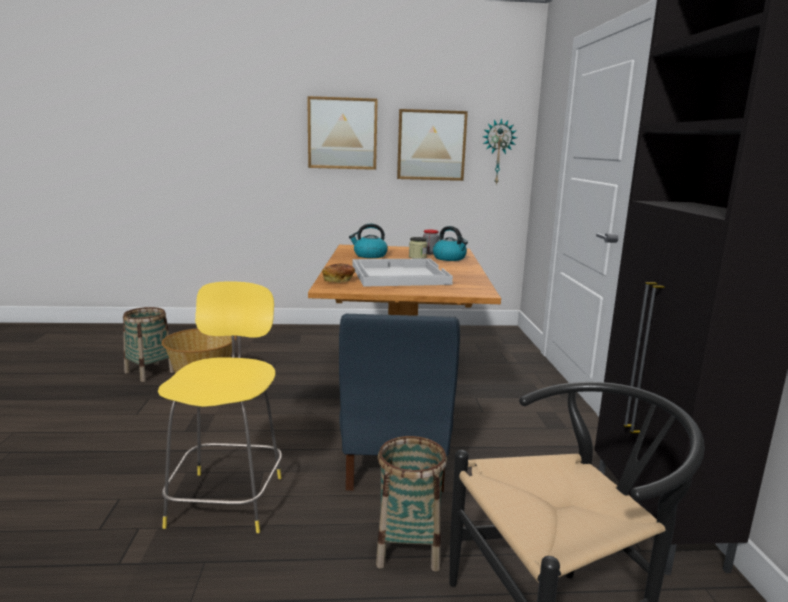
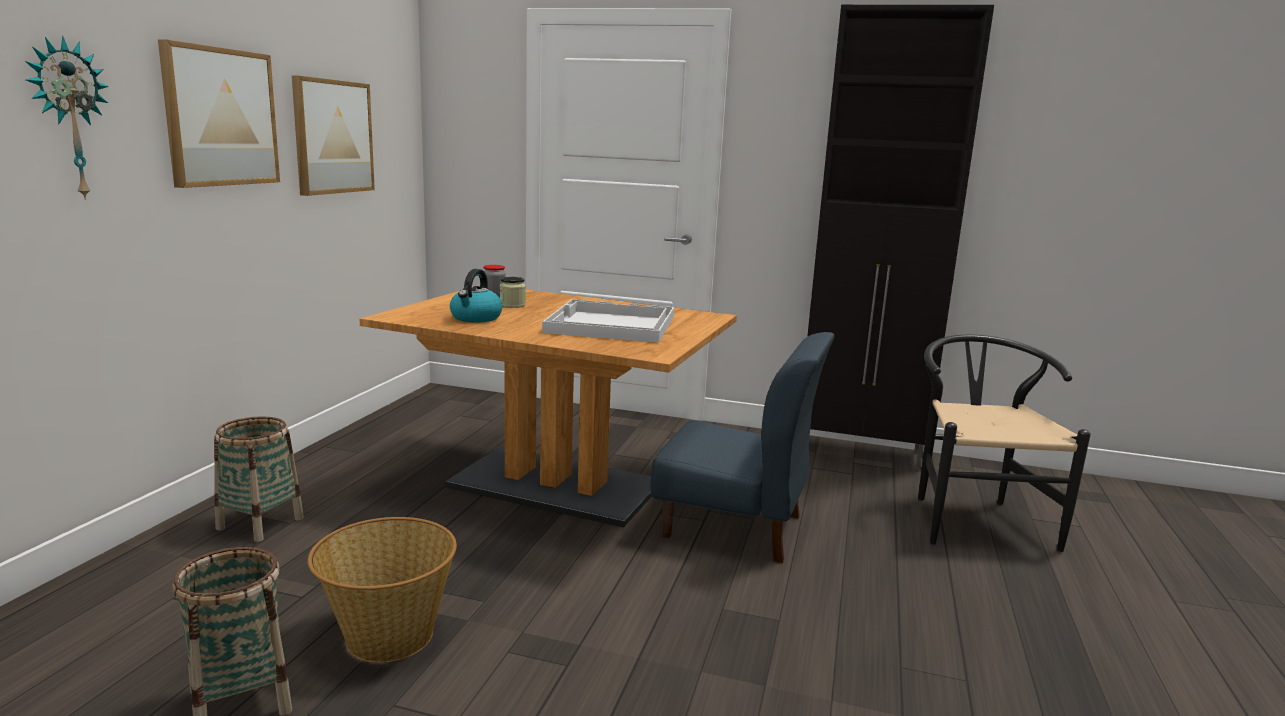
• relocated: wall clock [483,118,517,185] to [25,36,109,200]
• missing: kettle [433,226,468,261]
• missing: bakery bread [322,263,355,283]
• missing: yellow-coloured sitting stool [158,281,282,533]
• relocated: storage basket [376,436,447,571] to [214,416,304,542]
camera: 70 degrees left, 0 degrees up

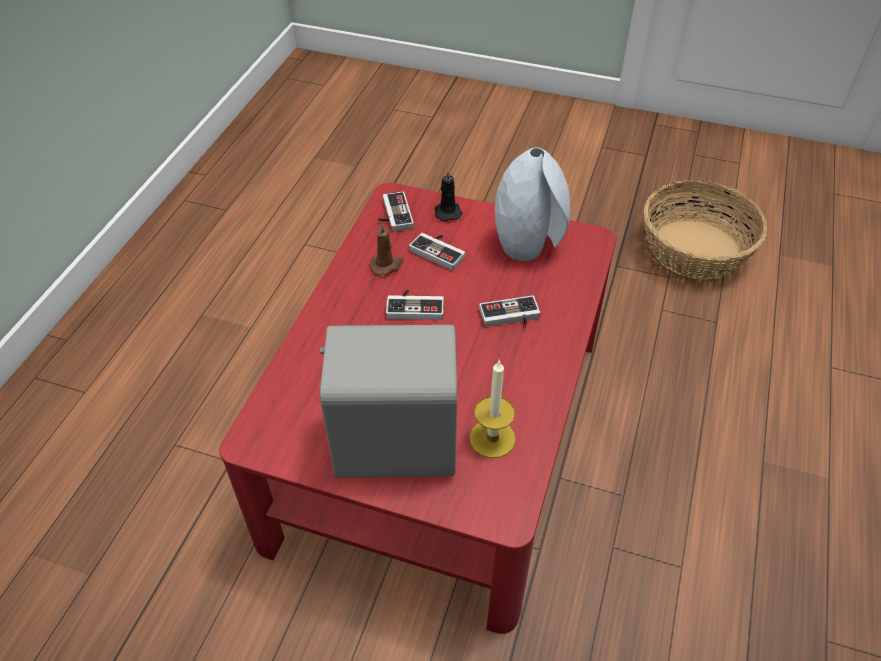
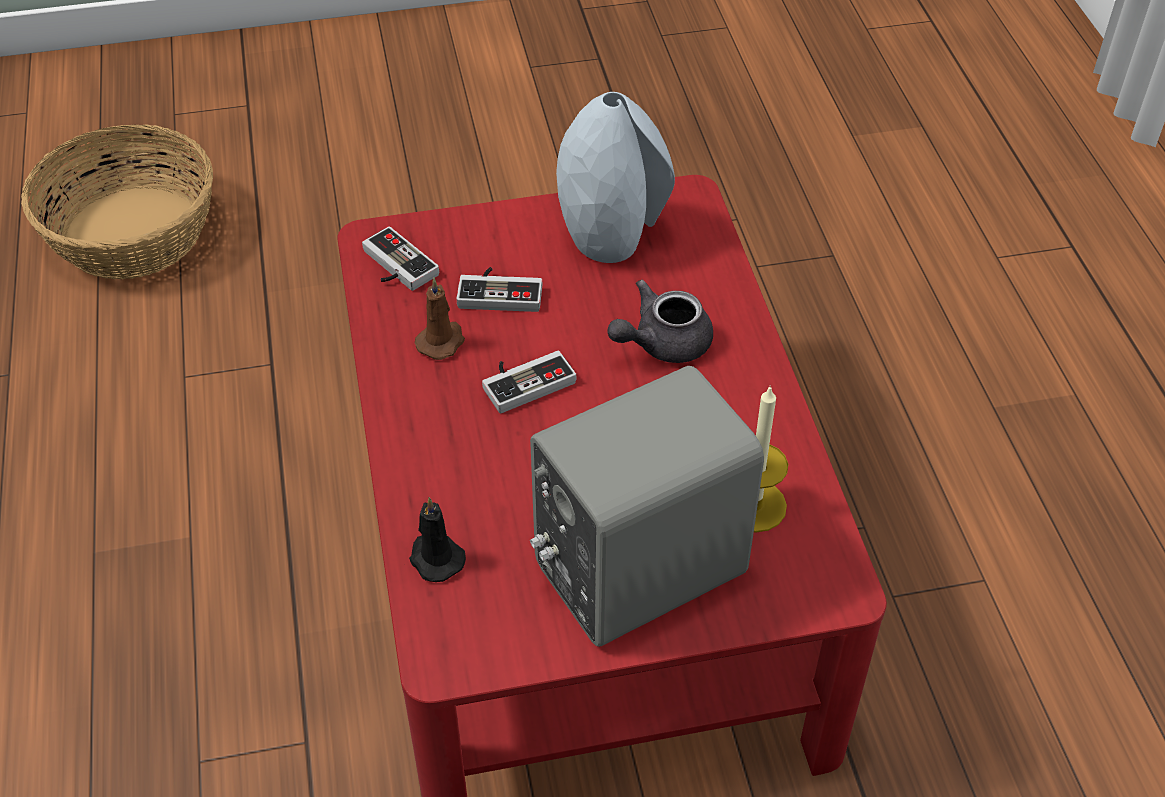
• relocated: black candle [435,169,462,221] to [409,497,466,582]
• relocated: storage basket [644,180,767,280] to [21,124,213,279]
• exchanged: joypad [479,295,540,328] to greyish tea pot [607,280,713,363]
camera: 30 degrees left, 0 degrees up

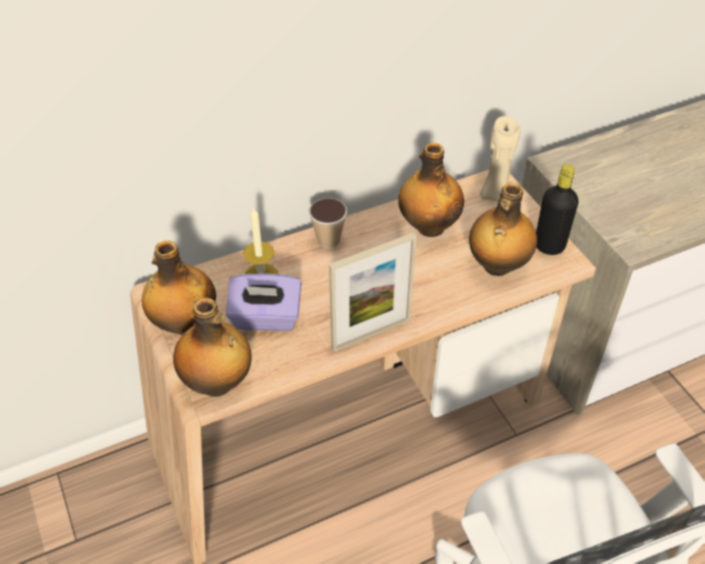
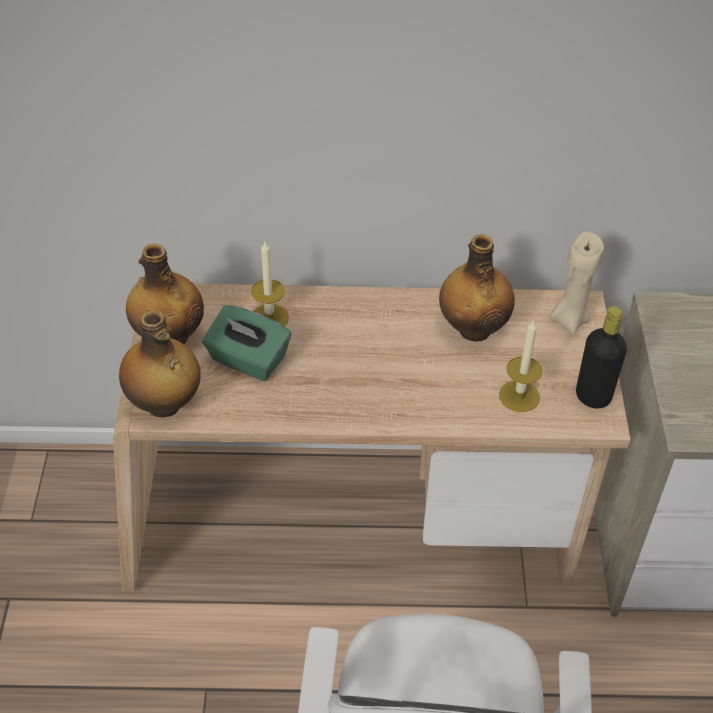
• exchanged: beverage bottle [469,183,537,276] to candle [499,319,542,412]
• missing: cup [309,198,347,248]
• missing: standing frame [329,232,417,352]
• colour: purple-coloured box of tissues [226,273,302,331] to green box of tissues [202,305,291,381]
camera: 25 degrees right, 0 degrees up

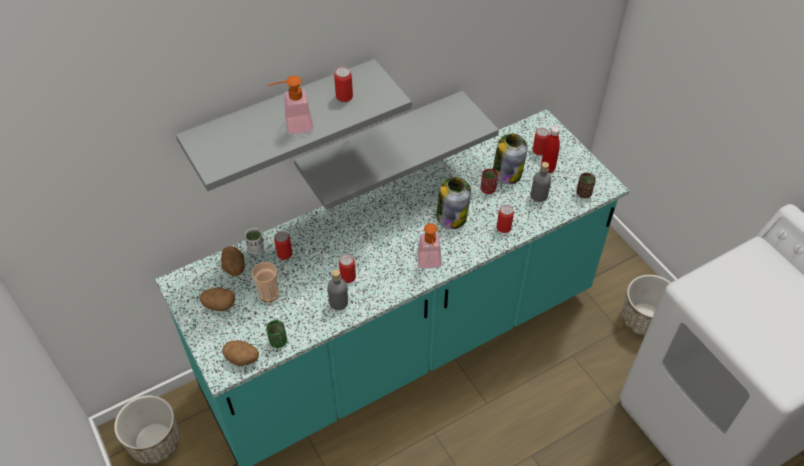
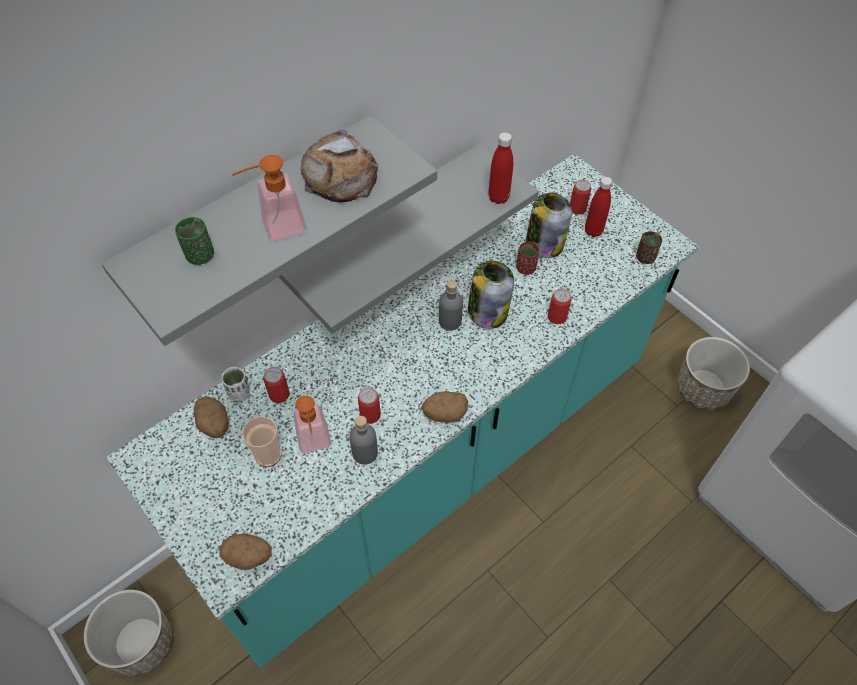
• exchanged: can [334,67,353,102] to bakery bread [301,130,378,203]
• relocated: greyish beverage bottle [531,162,551,202] to [439,280,463,331]
• relocated: liquid soap bottle [417,223,442,269] to [294,396,331,453]
• relocated: potato [200,287,235,311] to [421,391,468,422]
• relocated: green cup [266,320,287,348] to [175,217,214,265]
• appeared: red-coloured beverage bottle [488,132,513,204]
camera: 10 degrees left, 5 degrees up

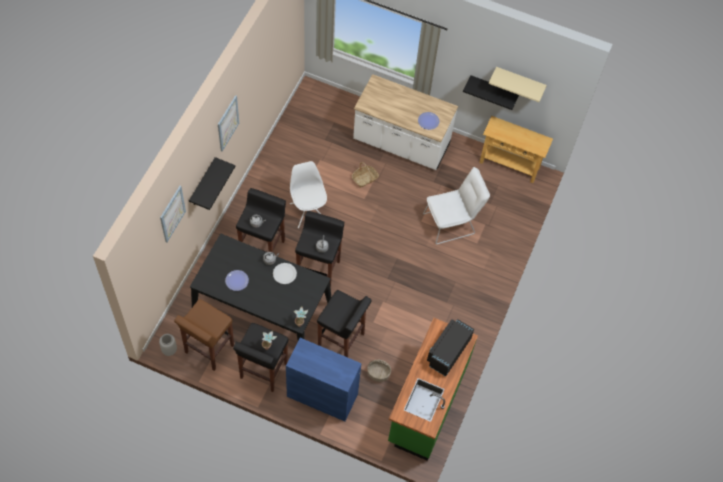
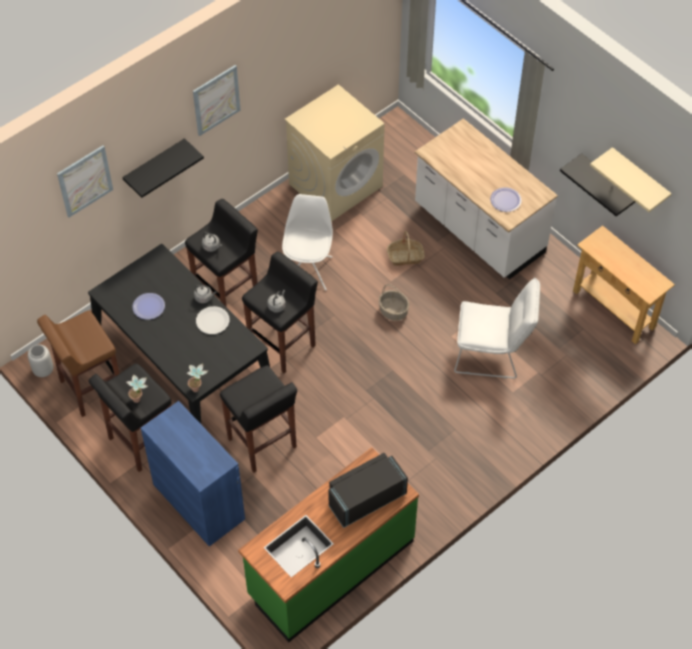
• relocated: storage basket [367,360,391,382] to [379,284,409,321]
• appeared: beige laundry appliance [285,84,385,222]
camera: 30 degrees right, 5 degrees down

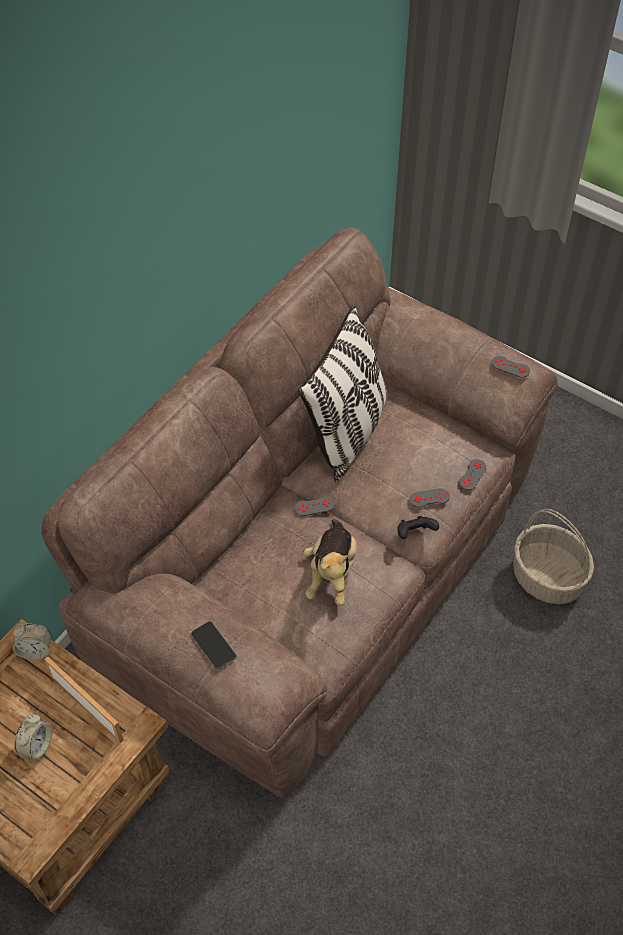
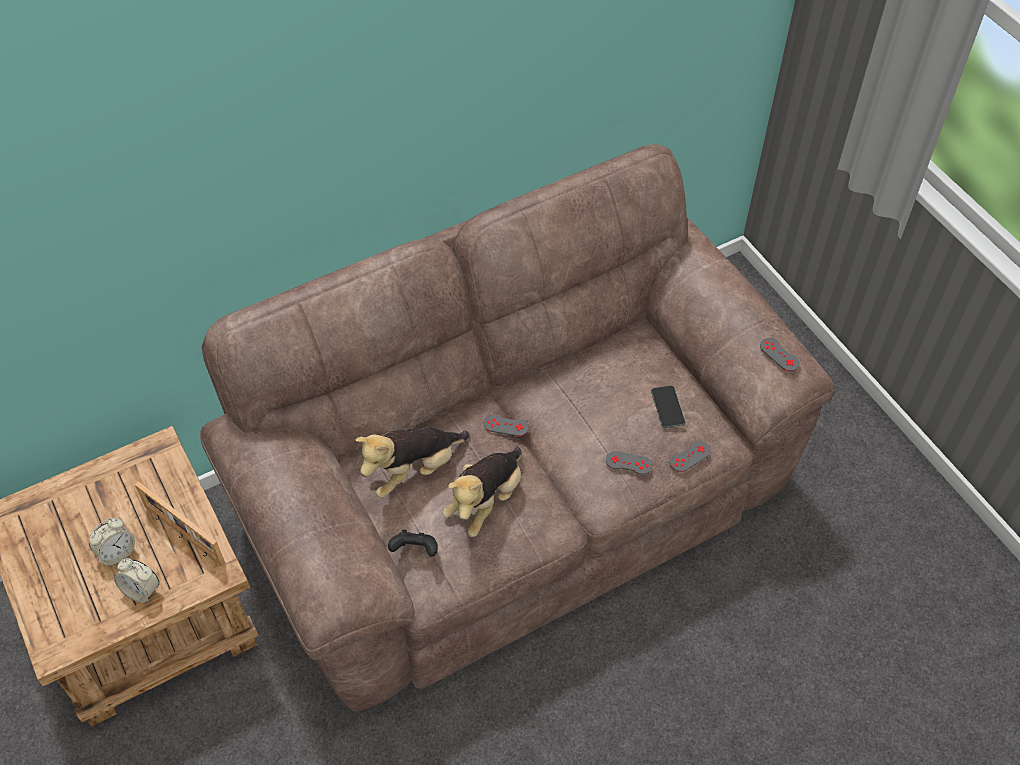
• missing: pillow [298,305,388,483]
• missing: storage basket [513,509,594,604]
• relocated: black joypad [398,516,439,539] to [388,530,438,557]
• relocated: telephone [191,621,237,669] to [651,386,685,428]
• relocated: bedside clock [12,623,51,660] to [114,558,160,603]
• spun: standing frame [44,656,123,743] = [135,482,225,566] 150 degrees clockwise
• appeared: plush toy [356,427,470,498]
camera: 25 degrees right, 0 degrees up

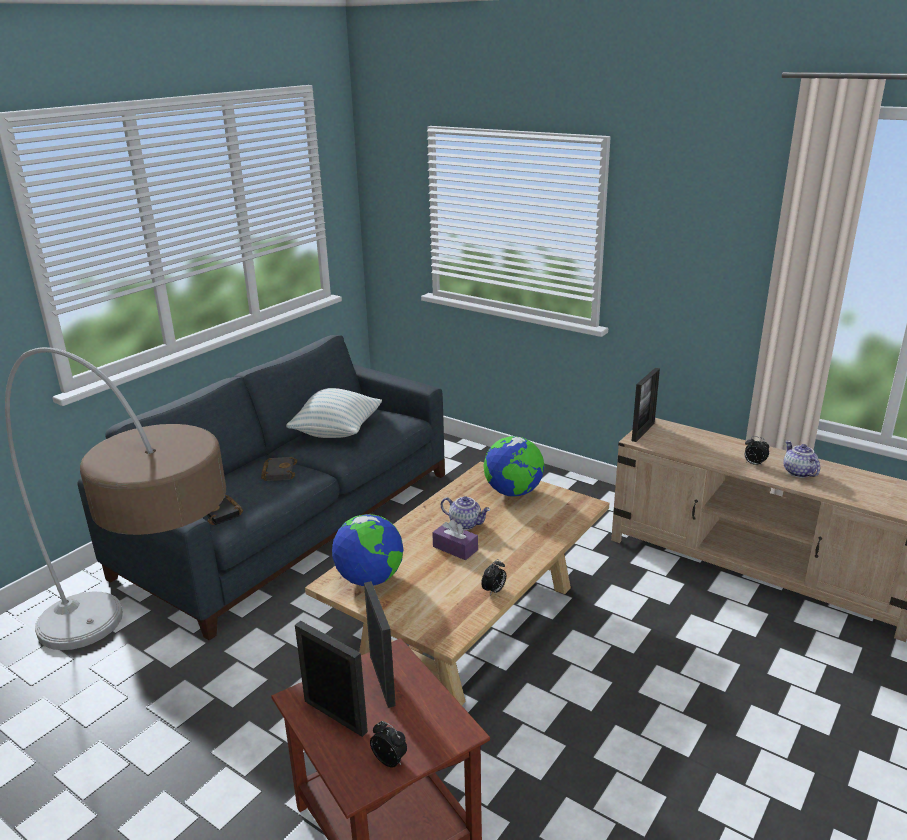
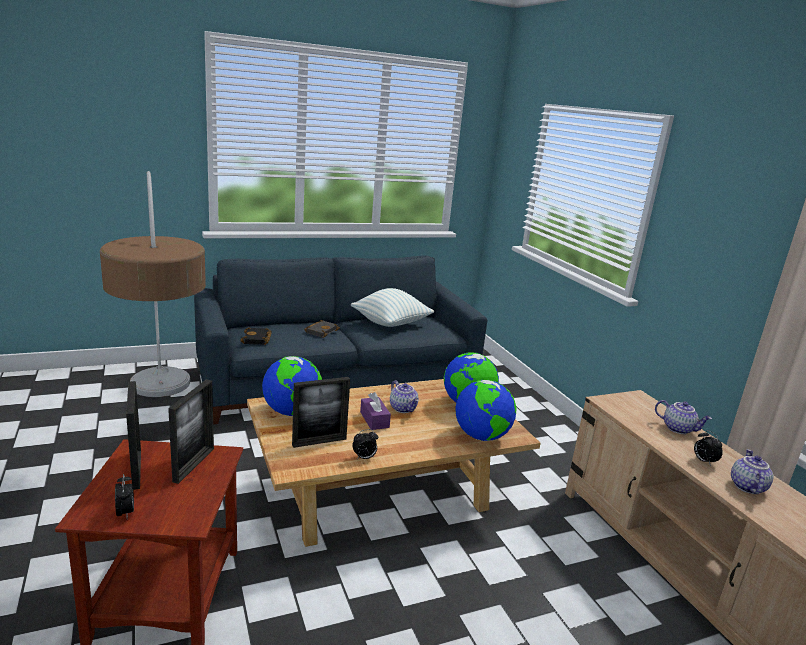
• relocated: standing frame [632,368,660,442] to [292,377,350,448]
• appeared: desk globe [455,380,517,441]
• appeared: tea pot [655,400,712,434]
camera: 30 degrees right, 5 degrees down

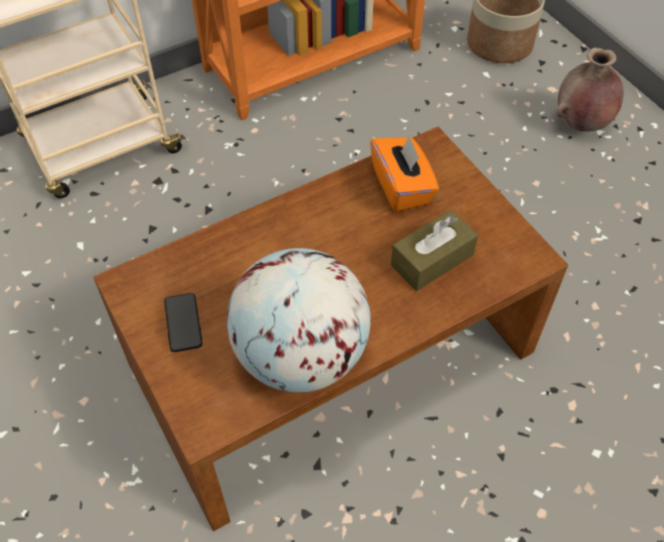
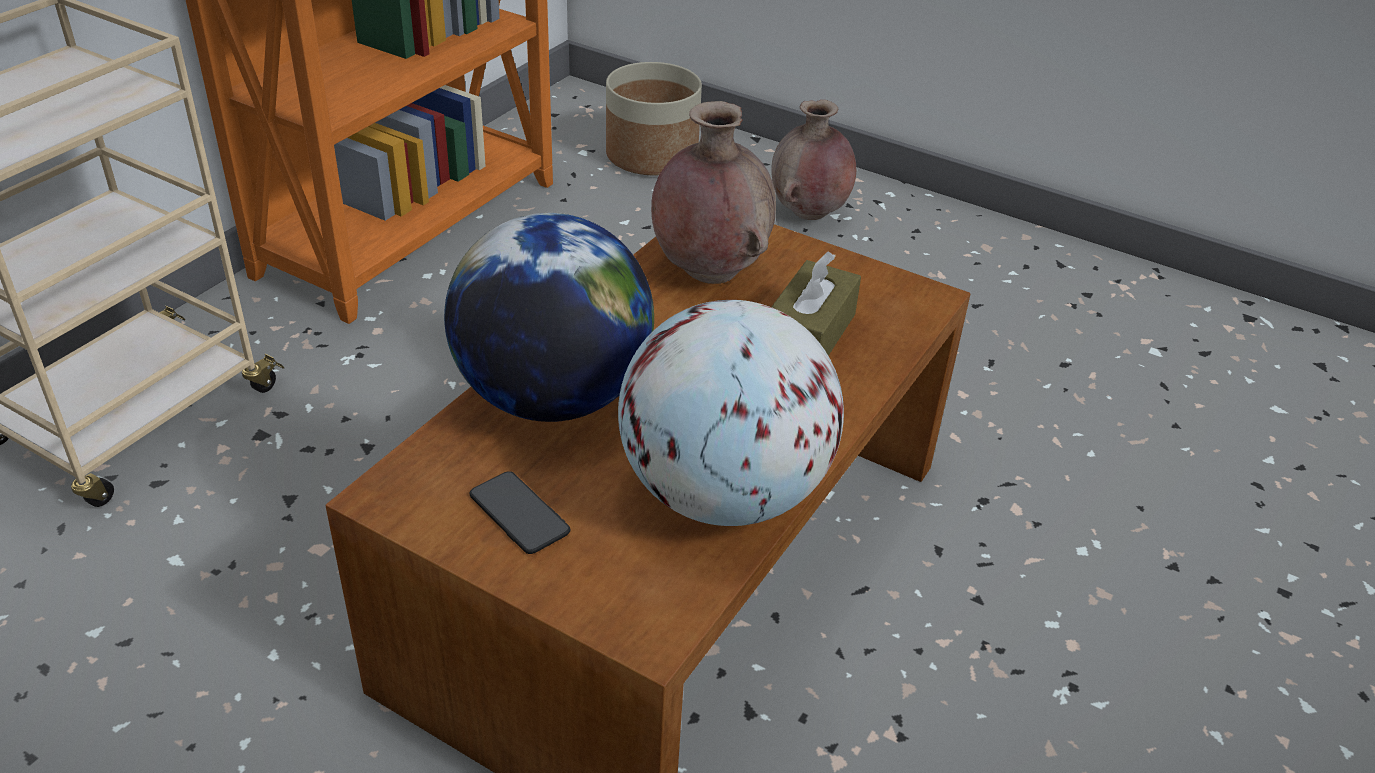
• exchanged: orange box of tissues [370,134,439,212] to brownish decorative vase [651,101,776,284]
• appeared: desk globe [444,213,654,422]
camera: 30 degrees left, 15 degrees down

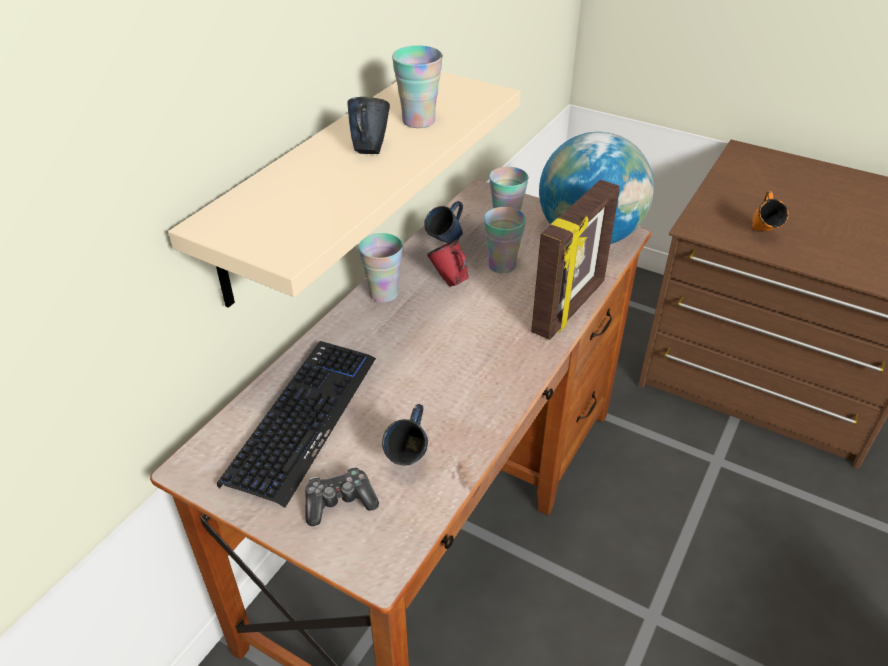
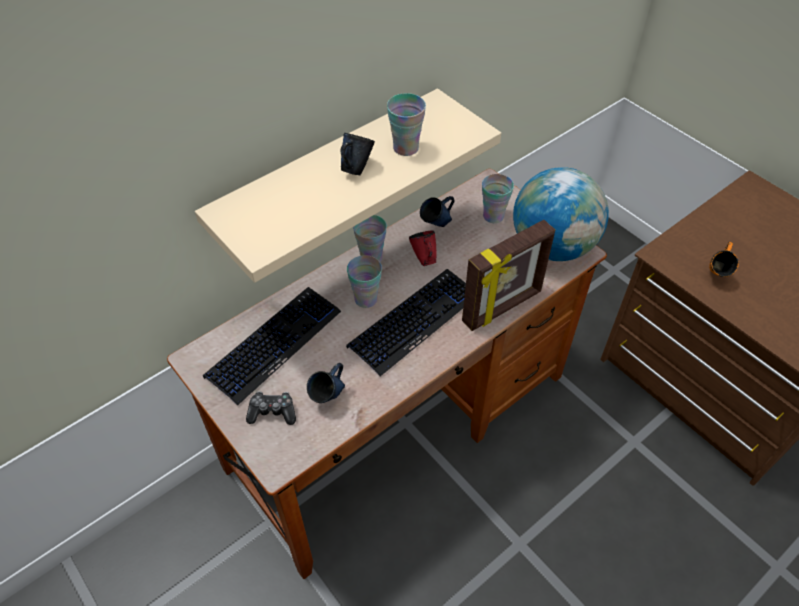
• relocated: cup [484,207,526,274] to [347,255,382,308]
• appeared: keyboard [346,269,466,376]
camera: 20 degrees right, 10 degrees up

